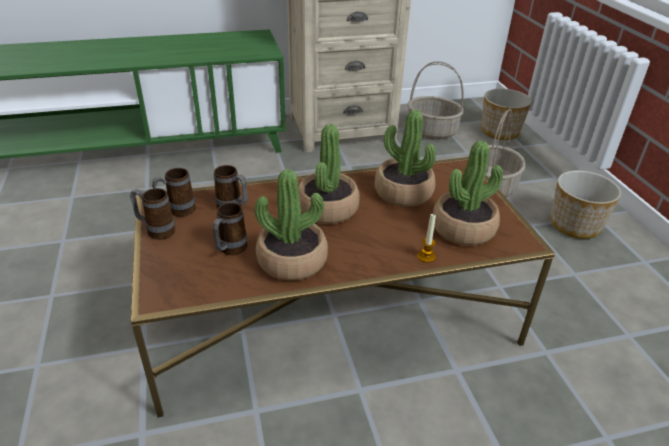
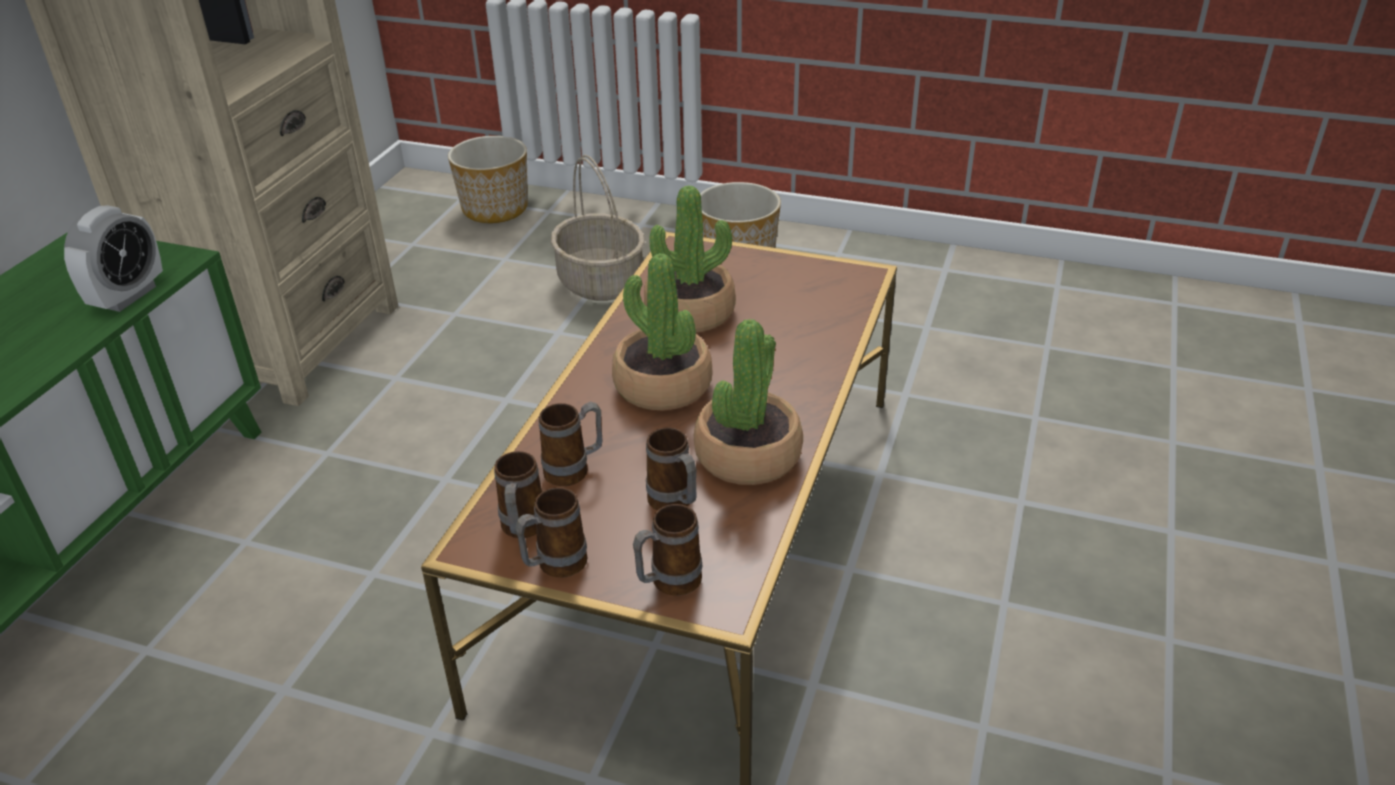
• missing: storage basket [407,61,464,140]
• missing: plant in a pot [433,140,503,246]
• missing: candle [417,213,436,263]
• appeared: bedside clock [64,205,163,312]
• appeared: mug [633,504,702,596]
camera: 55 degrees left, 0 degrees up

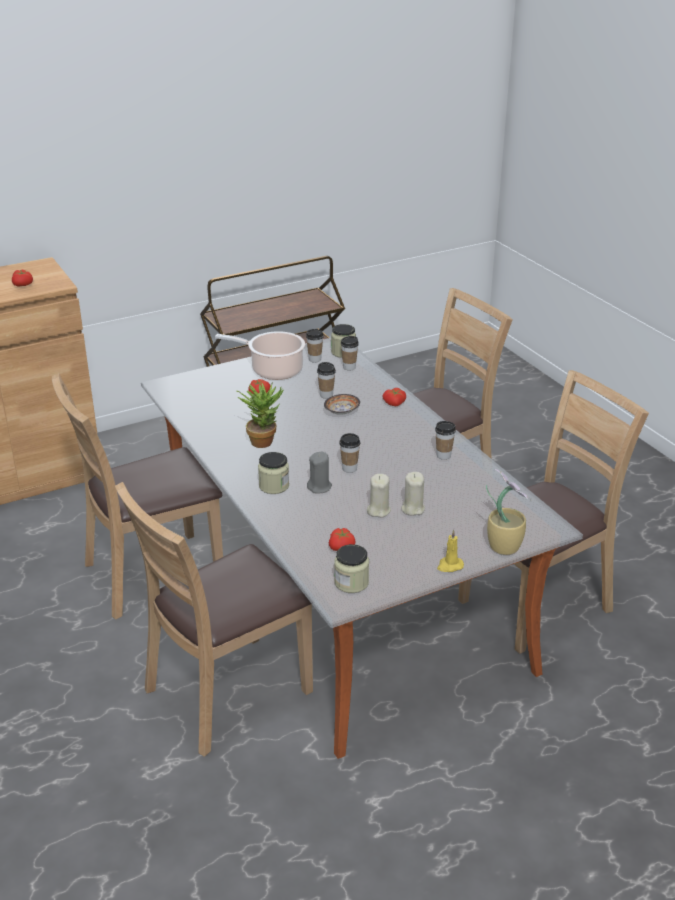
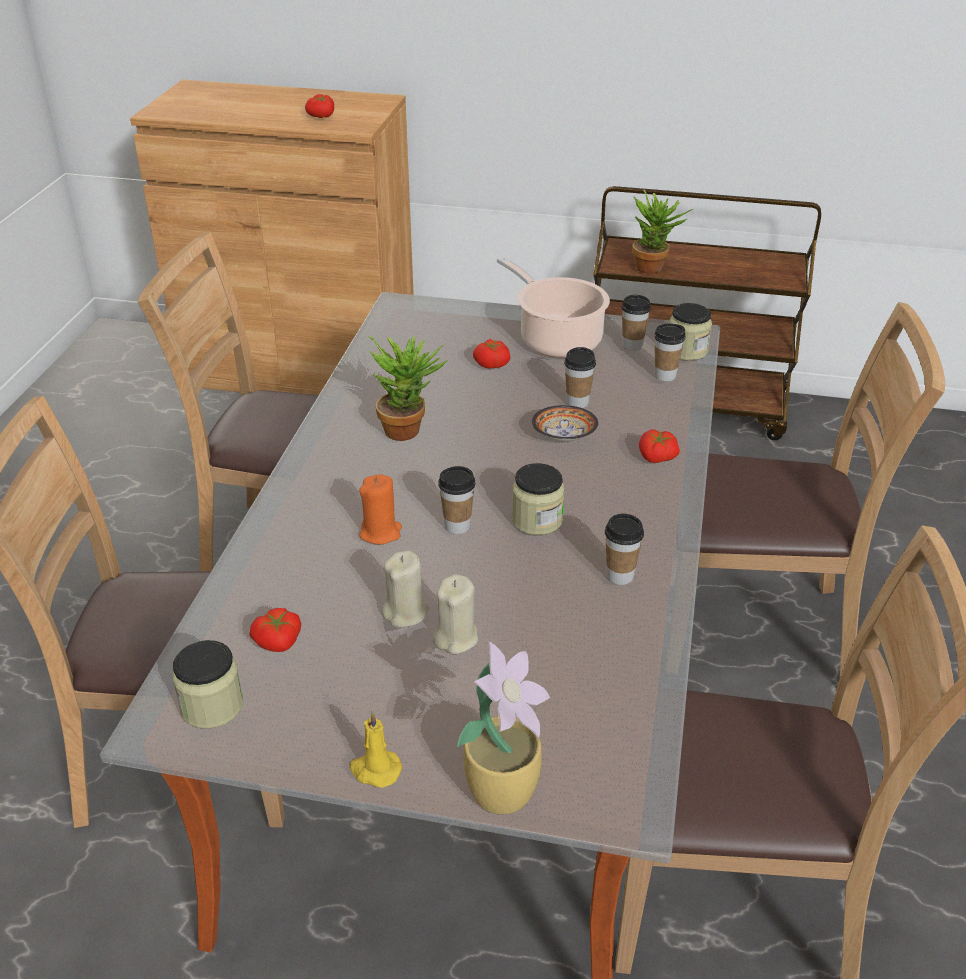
• relocated: jar [258,452,289,494] to [512,463,565,535]
• colour: greyish candle [307,452,332,493] to orange candle [359,474,402,544]
• appeared: plant in a pot [633,190,693,274]
camera: 40 degrees right, 5 degrees up

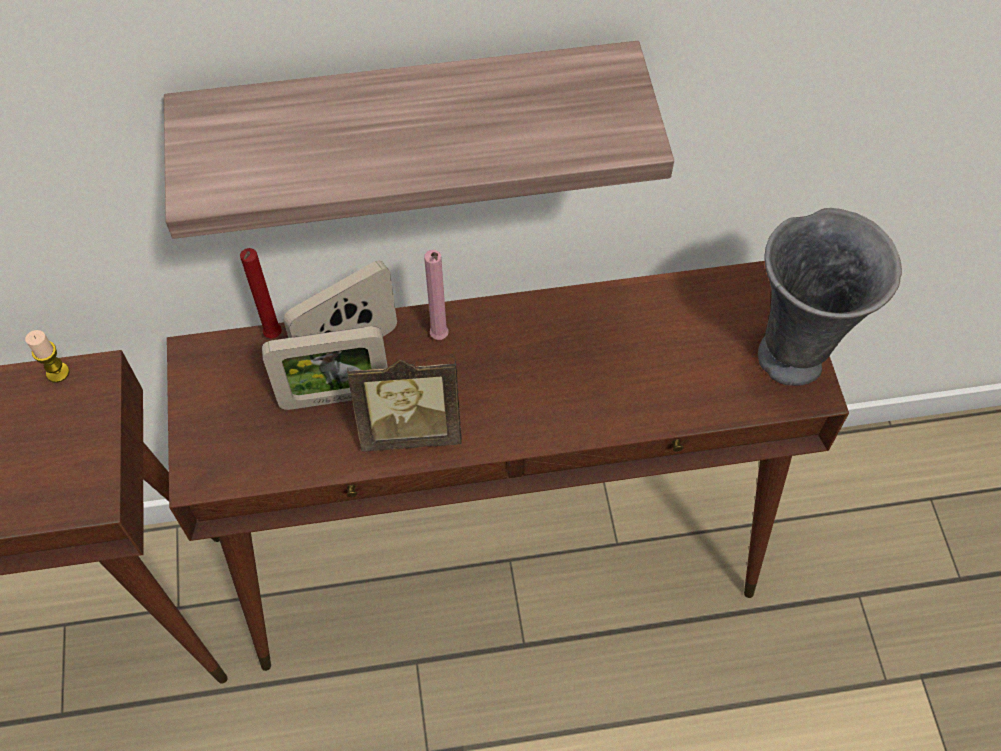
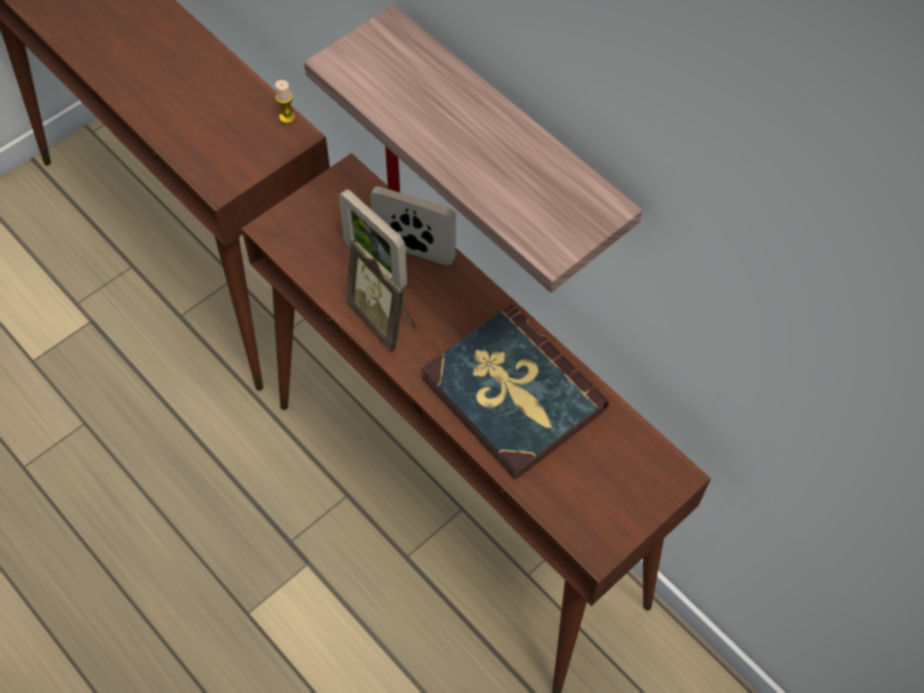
• missing: greyish decorative vase [758,208,902,386]
• missing: pink candle [424,250,449,340]
• appeared: bound book [421,304,609,480]
camera: 55 degrees right, 0 degrees up

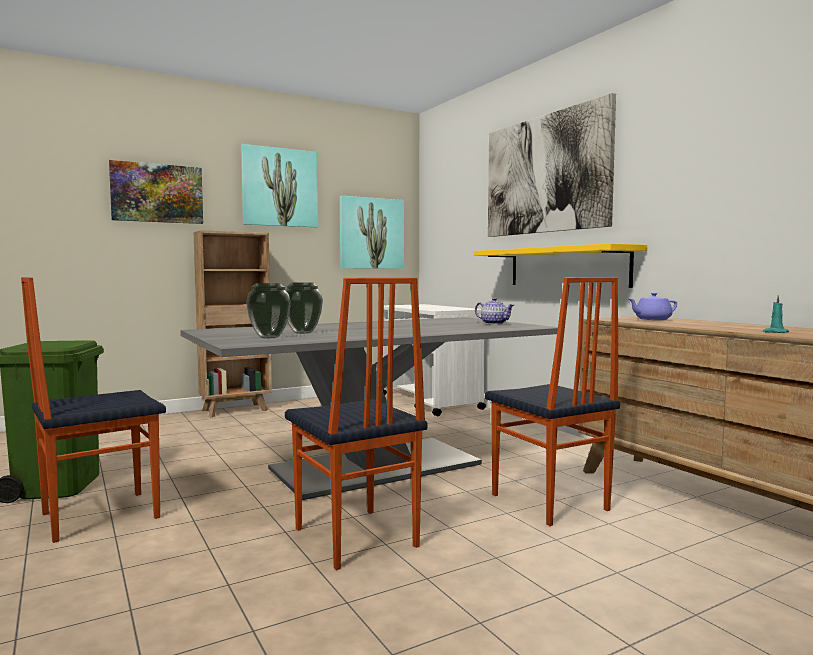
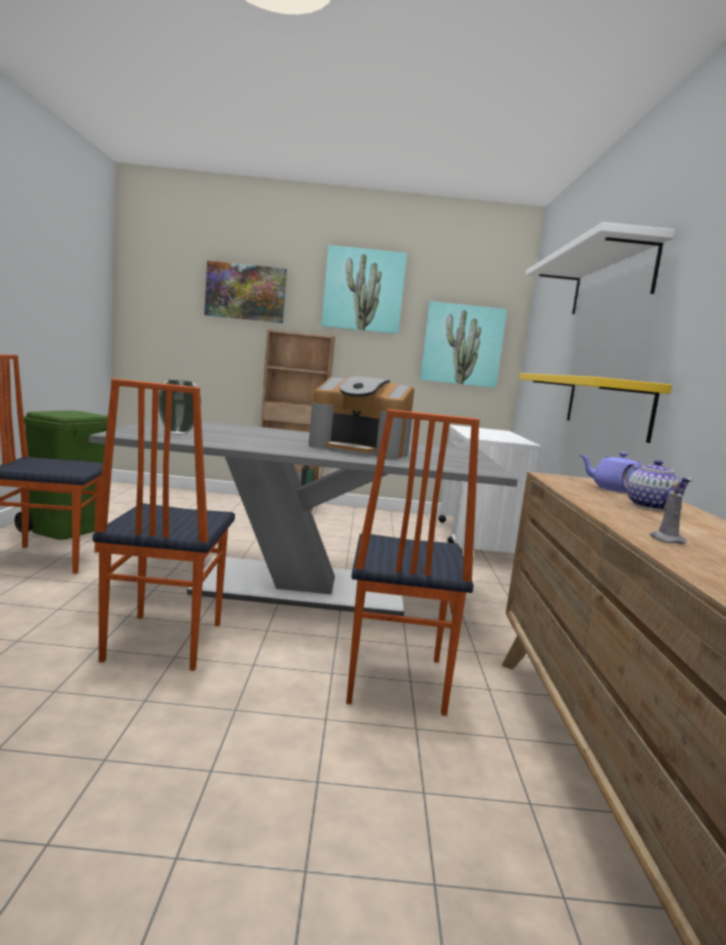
• exchanged: wall picture [488,93,616,237] to white-coloured wall shelf [525,222,675,314]
• missing: decorative vase [286,282,323,334]
• colour: turquoise candle [762,295,789,333] to greyish candle [650,481,687,544]
• relocated: tea pot [475,298,514,325] to [622,460,693,511]
• appeared: coffee brewer [308,376,414,459]
camera: 30 degrees right, 5 degrees up

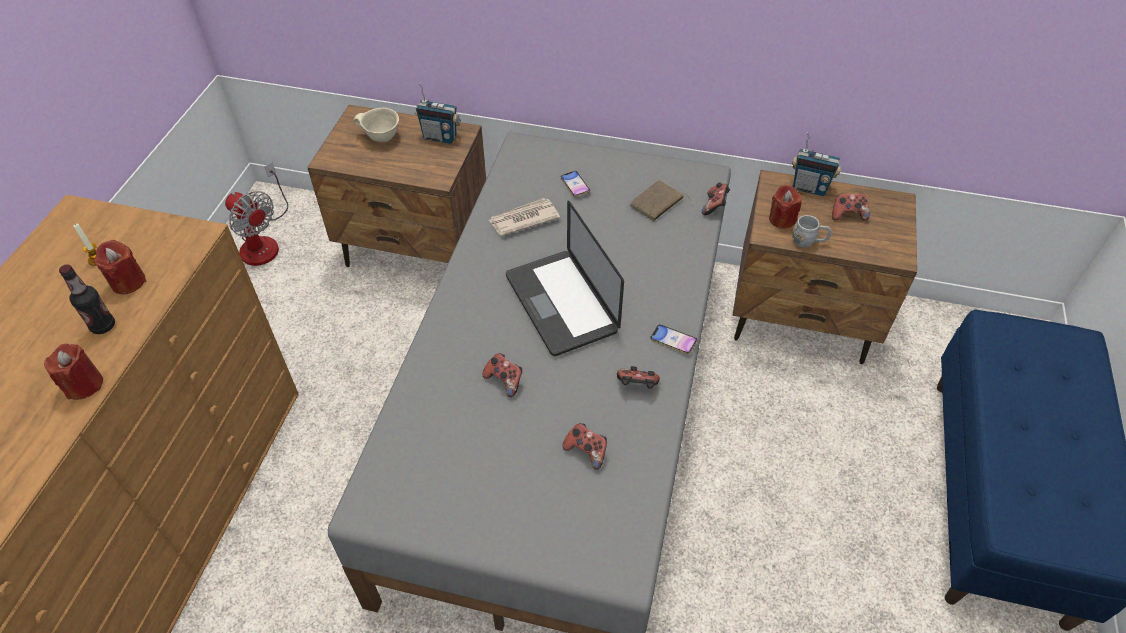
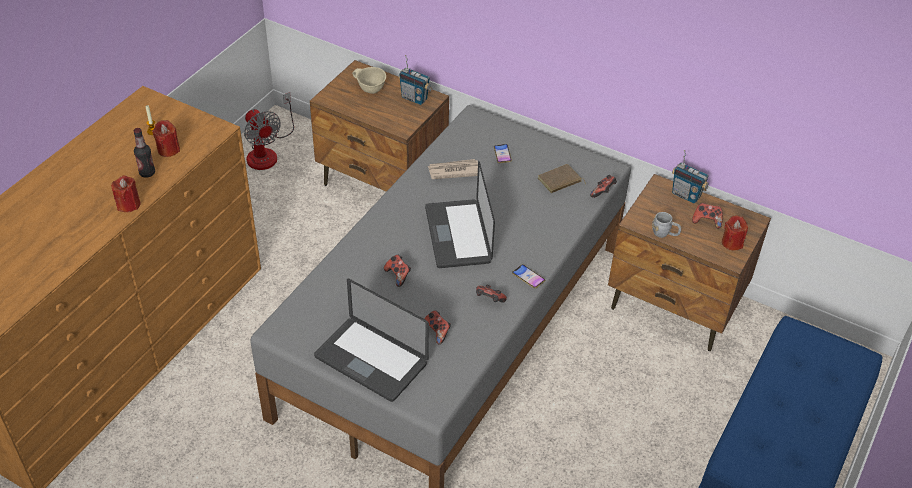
• relocated: red-coloured candle [769,185,802,229] to [722,215,748,251]
• appeared: laptop [314,279,429,402]
camera: 15 degrees right, 5 degrees down

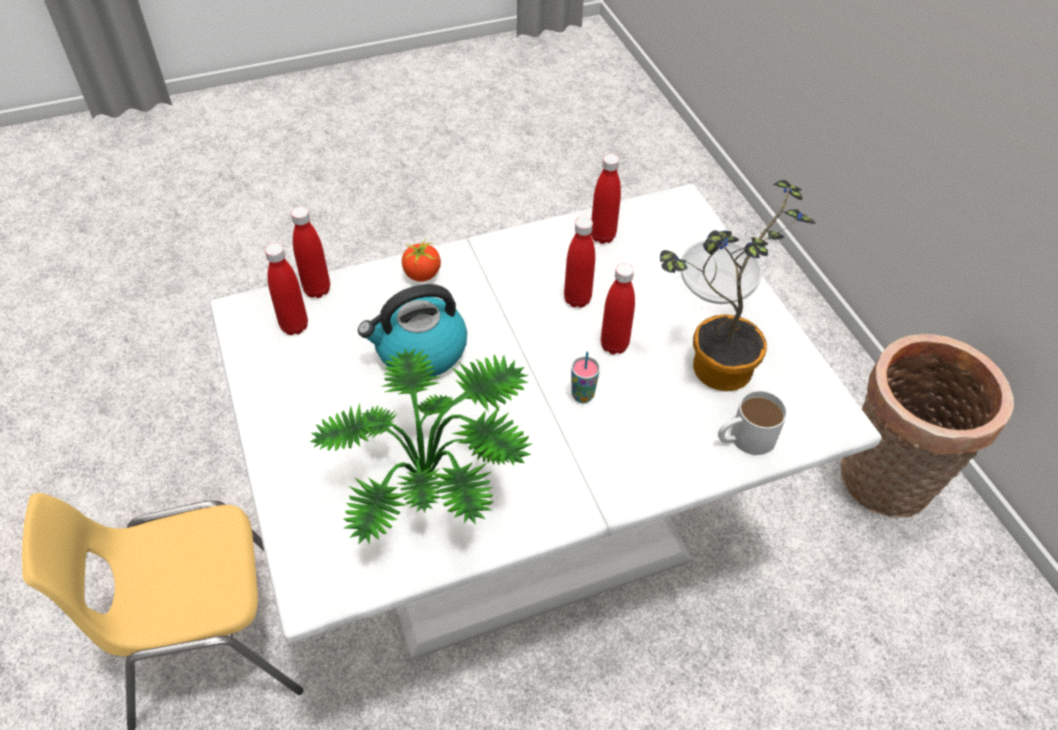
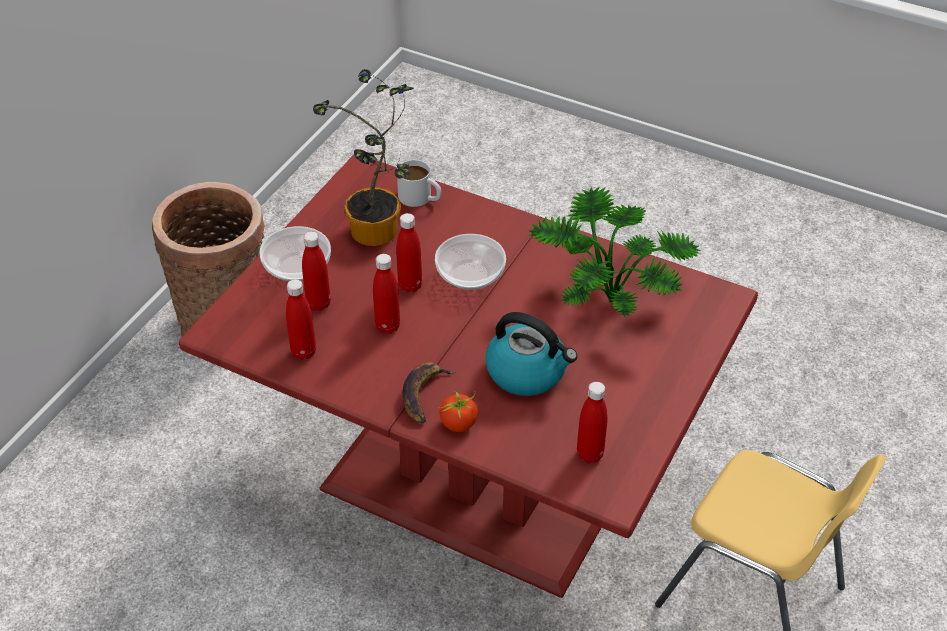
• colour: white-coloured dining table [210,184,882,660] to red-coloured dining table [179,155,758,598]
• relocated: red-coloured beverage bottle [291,206,330,298] to [302,231,331,311]
• exchanged: cup [571,351,600,403] to deep dish [435,234,506,290]
• appeared: whole banana [402,362,455,424]
camera: 130 degrees left, 5 degrees down

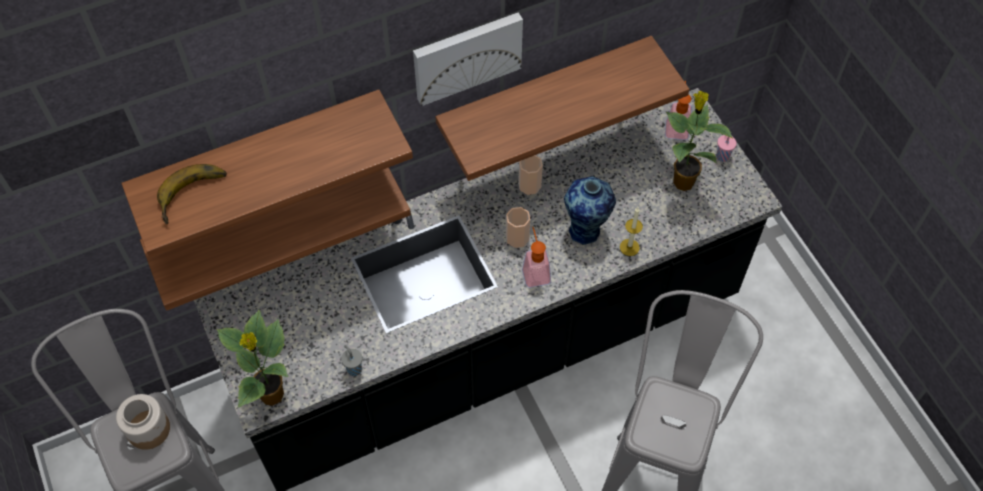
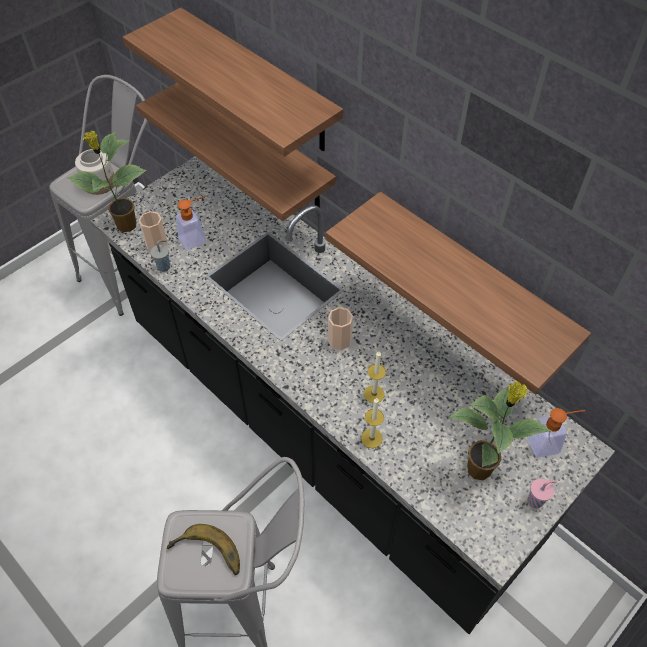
• missing: wall picture [413,12,523,106]
• relocated: cup [518,155,543,195] to [139,211,168,251]
• relocated: whole banana [157,164,227,224] to [167,524,240,575]
• exchanged: decorative vase [564,176,616,245] to candle [364,351,386,403]
• relocated: liquid soap bottle [522,227,551,288] to [176,196,206,250]
camera: 70 degrees right, 5 degrees down

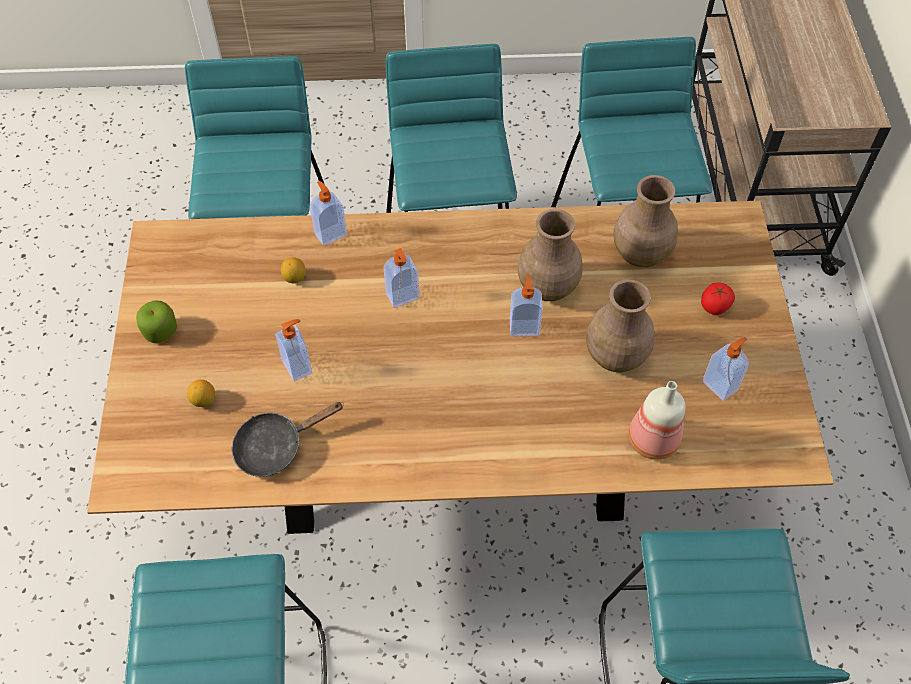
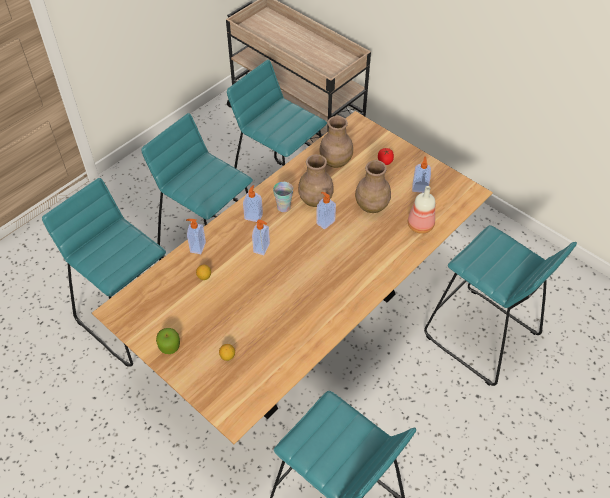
• relocated: liquid soap bottle [275,319,313,382] to [243,185,263,222]
• missing: black skillet [232,402,344,477]
• appeared: cup [273,182,293,212]
camera: 45 degrees left, 5 degrees down

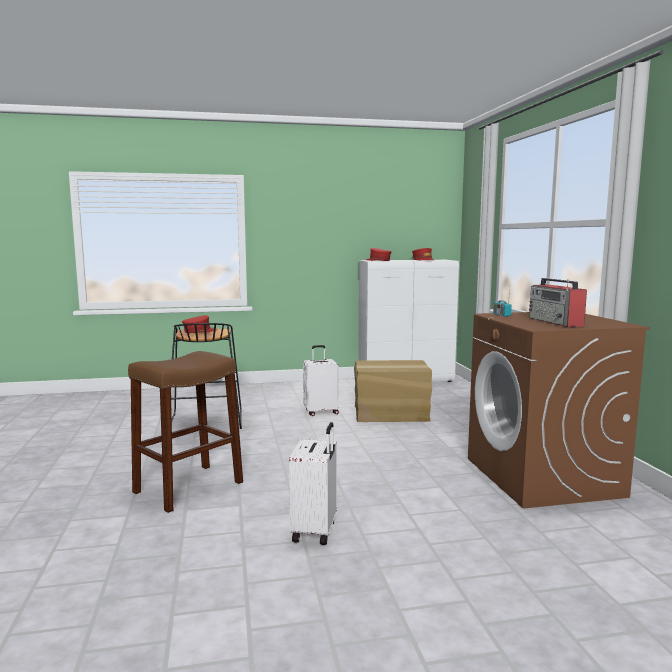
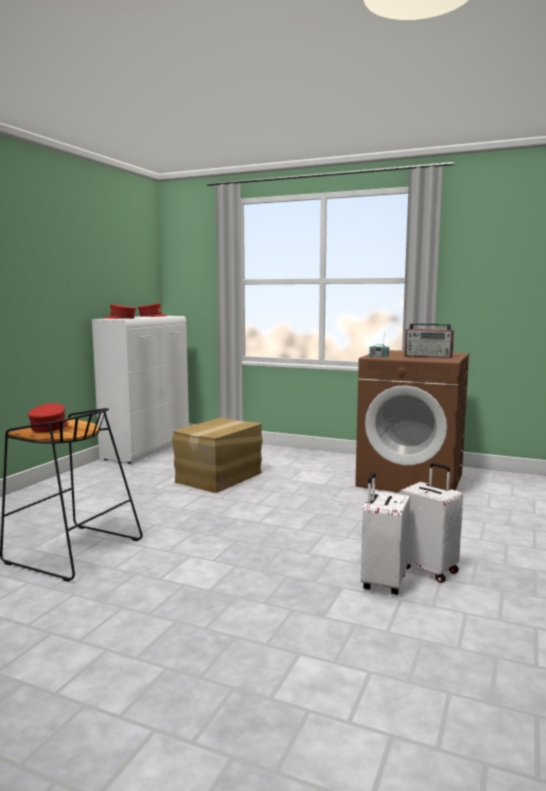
• relocated: white-coloured piece of luggage [303,345,339,416] to [361,472,410,595]
• missing: brownish sitting stool [128,351,243,513]
camera: 55 degrees left, 0 degrees up

